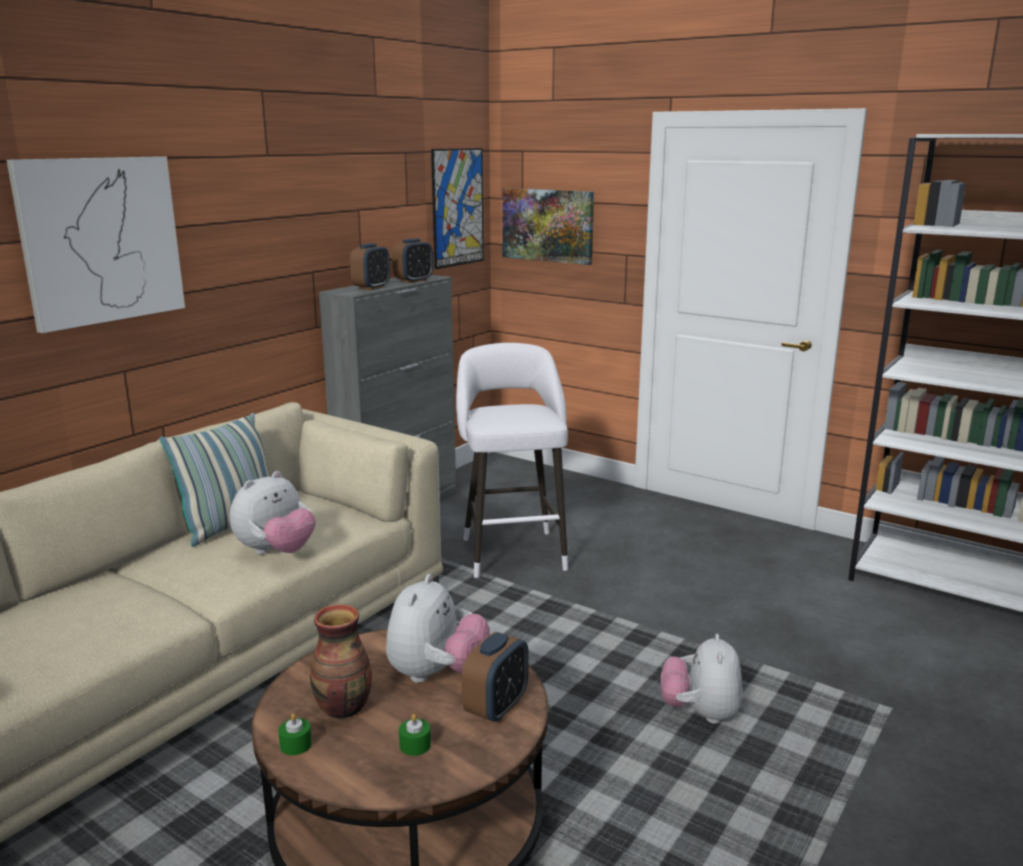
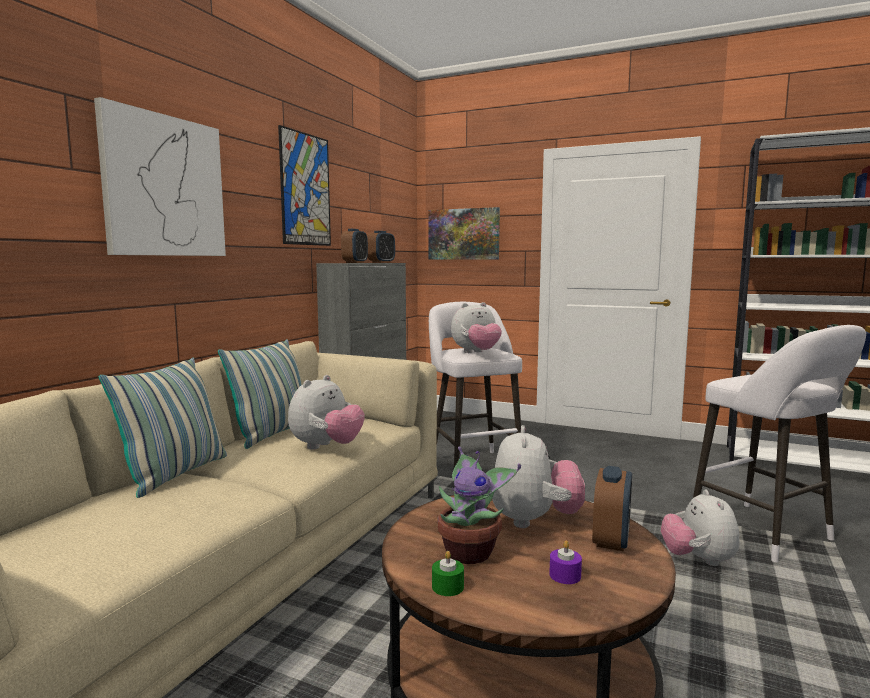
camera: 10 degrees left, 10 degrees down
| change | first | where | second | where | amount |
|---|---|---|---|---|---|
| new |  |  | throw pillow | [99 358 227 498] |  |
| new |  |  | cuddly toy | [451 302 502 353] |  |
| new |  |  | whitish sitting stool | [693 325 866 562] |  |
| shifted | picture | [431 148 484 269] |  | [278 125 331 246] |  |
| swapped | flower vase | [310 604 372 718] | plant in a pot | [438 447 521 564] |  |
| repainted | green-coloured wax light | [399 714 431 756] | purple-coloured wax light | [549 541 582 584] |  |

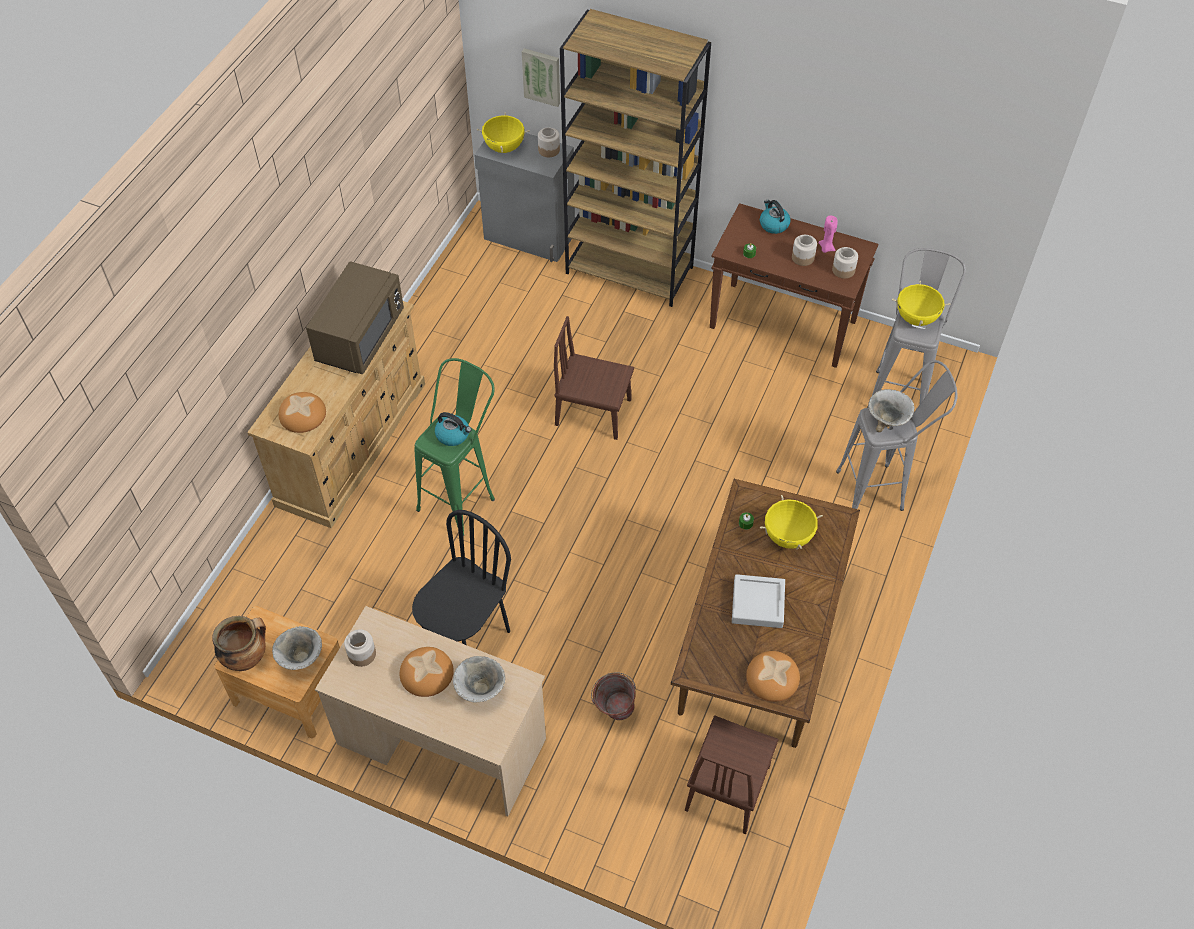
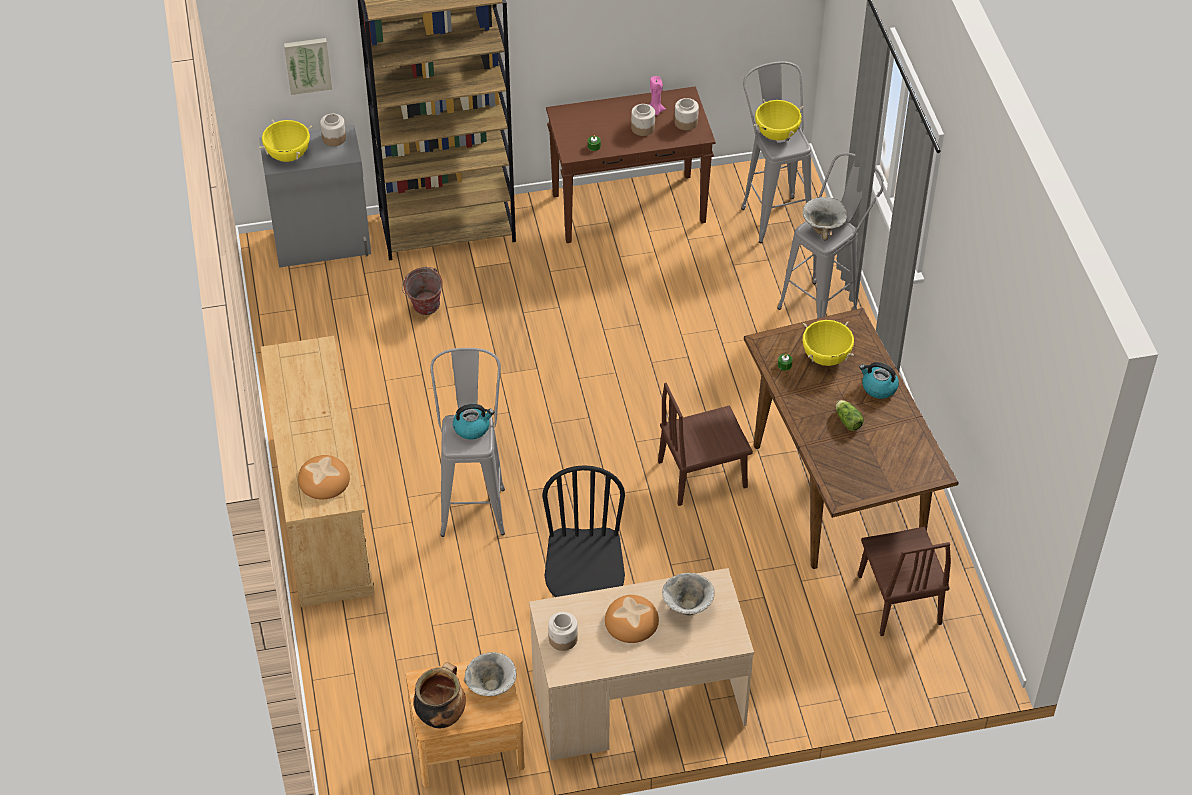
camera: 35 degrees left, 5 degrees down
| change | first | where | second | where | amount |
|---|---|---|---|---|---|
| gone | brown kitchen microwave | [306 261 404 374] |  |  |  |
| gone | bakery bread | [746 651 800 702] |  |  |  |
| shifted | brown upright chair | [554 316 634 440] |  | [658 383 753 506] |  |
| shifted | bucket | [591 673 636 720] |  | [402 267 443 315] |  |
| shifted | tea kettle | [760 200 791 234] |  | [859 362 899 399] |  |
| swapped | grey tray | [732 574 785 628] | lettuce | [836 400 864 431] |  |
| repainted | green-coloured sitting stool | [415 358 495 537] | grey sitting stool | [430 348 505 537] |  |

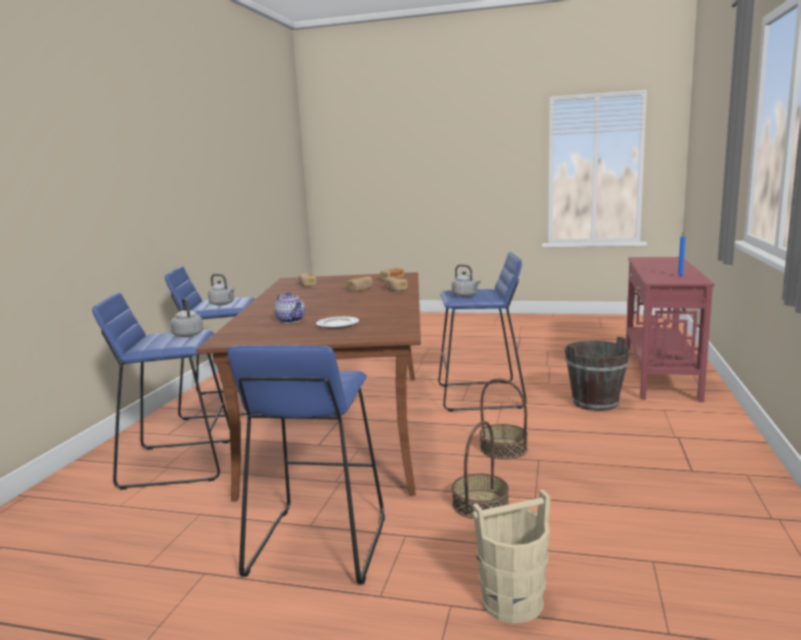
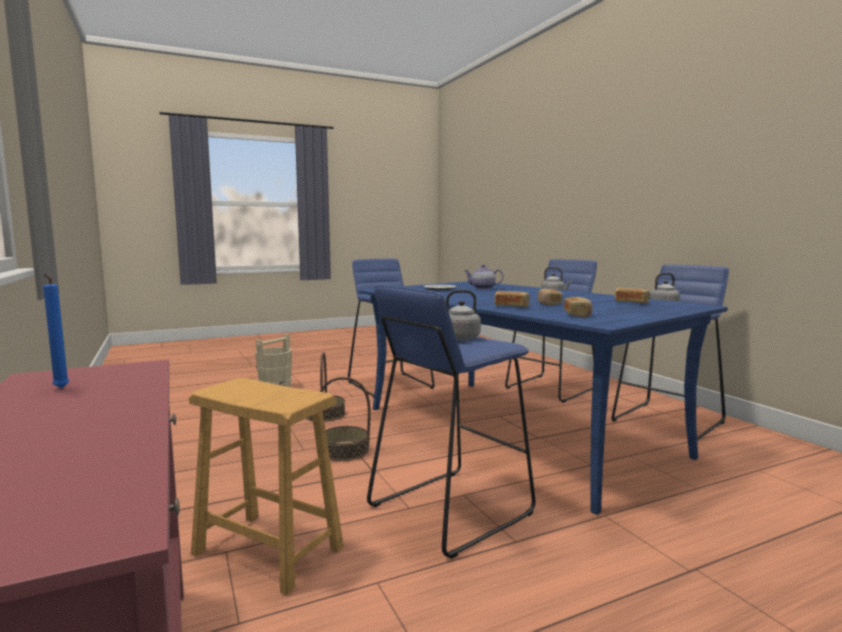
camera: 140 degrees right, 5 degrees down
| change | first | where | second | where | amount |
|---|---|---|---|---|---|
| swapped | brown bucket | [565 336 630 411] | brown sitting stool | [189 378 344 595] |  |
| repainted | brown kitchen table | [196 272 421 502] | bluish kitchen table | [359 281 728 515] |  |

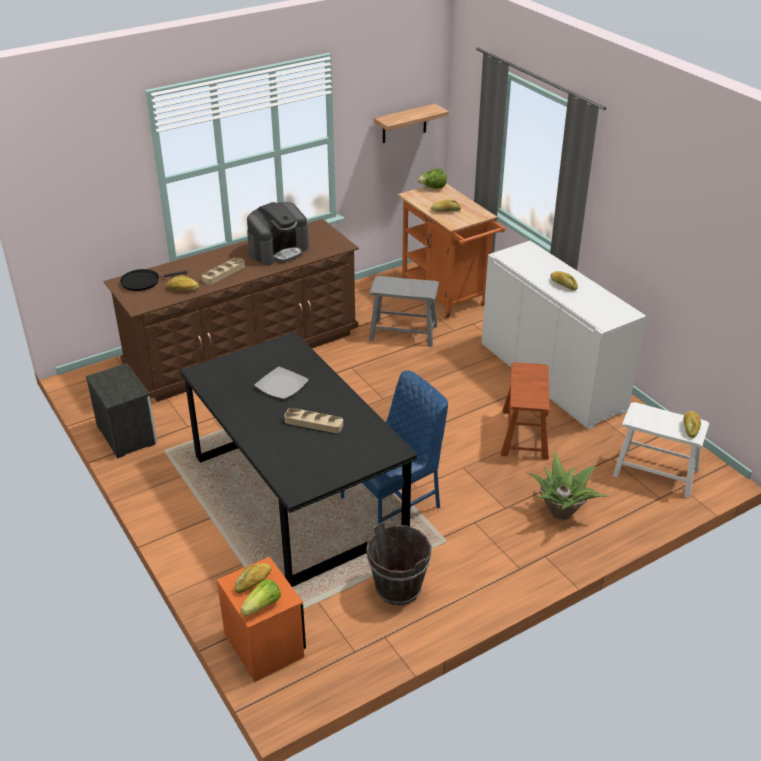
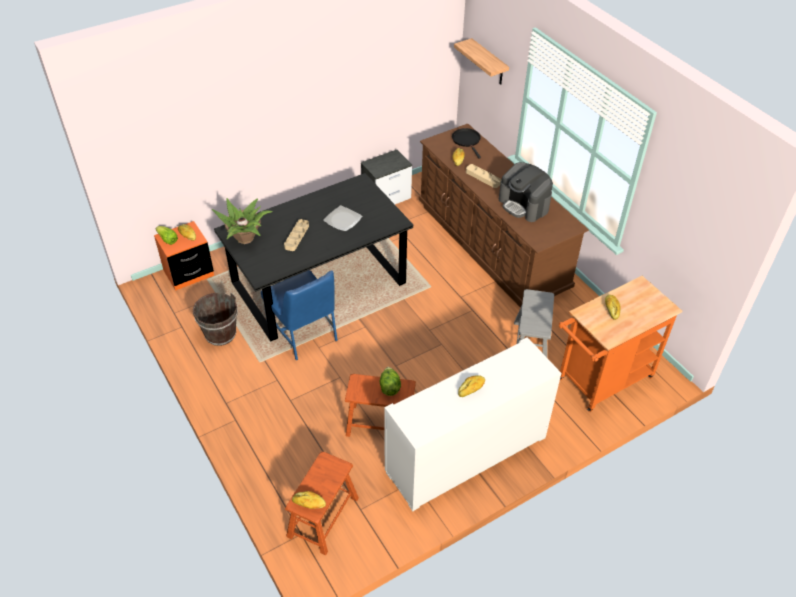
camera: 90 degrees right, 10 degrees up
| change | first | where | second | where | amount |
|---|---|---|---|---|---|
| shifted | shelf | [374 103 449 143] |  | [454 38 509 85] |  |
| shifted | lettuce | [417 169 447 189] |  | [379 367 401 396] |  |
| shifted | plant in a pot | [526 452 609 520] |  | [212 198 273 244] |  |
| repainted | whitish sitting stool | [613 402 709 498] | brown sitting stool | [285 452 359 555] |  |

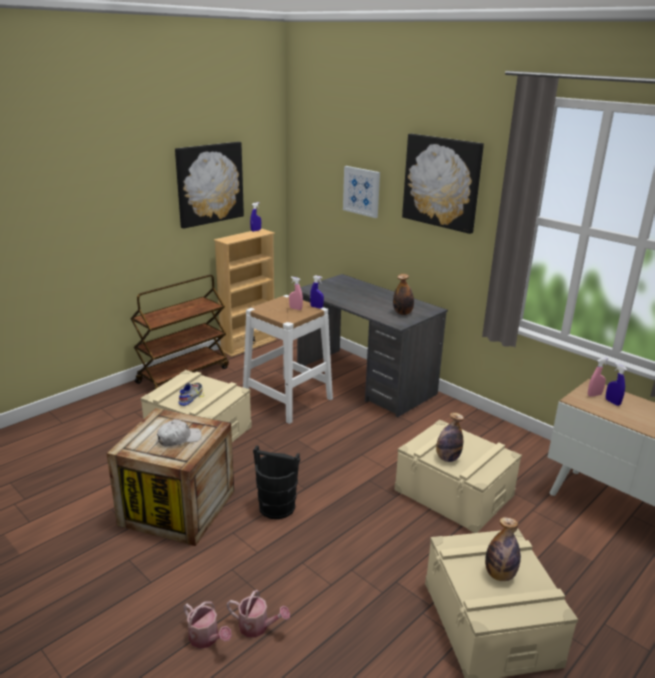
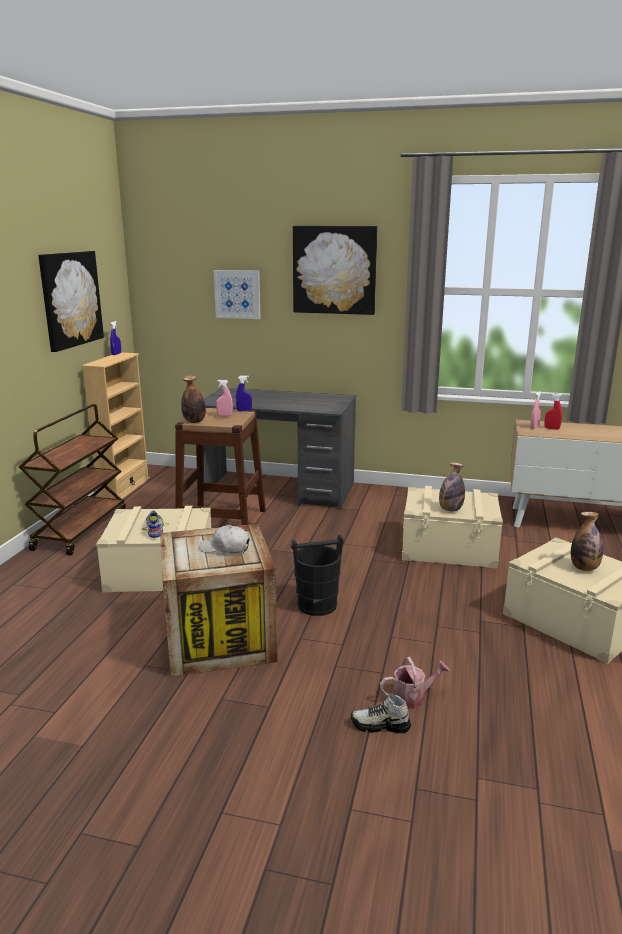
camera: 30 degrees left, 5 degrees down
| change | first | where | second | where | amount |
|---|---|---|---|---|---|
| shifted | bottle | [393 274 414 315] |  | [181 375 206 423] |  |
| swapped | sprinkling can | [183 601 232 649] | shoe | [351 693 411 733] |  |
| repainted | whitish sitting stool | [243 295 333 424] | brown sitting stool | [175 408 266 525] |  |
| repainted | bluish hand sprayer | [606 363 627 406] | red-coloured hand sprayer | [544 393 562 430] |  |
| rotated | whitish baseball cap | [157 419 202 447] |  | [200 525 250 554] | 105 degrees counterclockwise |

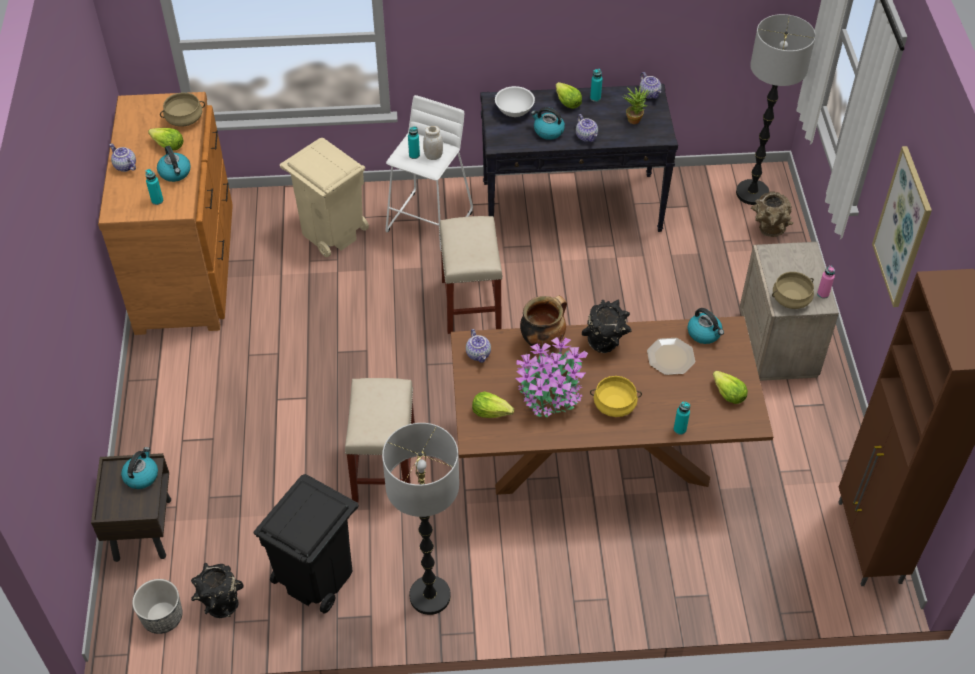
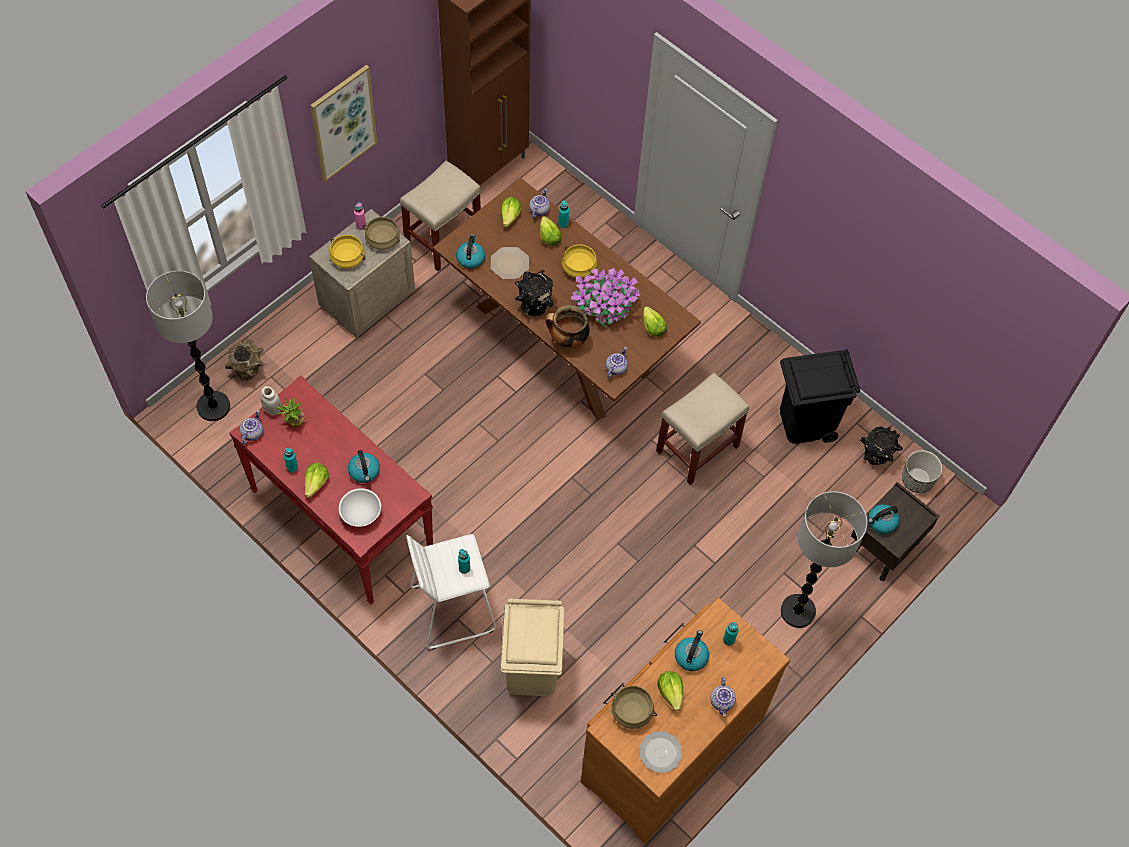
camera: 135 degrees left, 10 degrees up
| change | first | where | second | where | amount |
|---|---|---|---|---|---|
| new |  |  | yellowish stockpot | [329 235 365 268] |  |
| new |  |  | lettuce | [540 216 562 246] |  |
| new |  |  | dinner plate | [639 731 682 773] |  |
| shifted | standing lamp | [382 423 459 615] |  | [781 491 867 628] |  |
| shifted | whitish preserve jar | [423 126 443 160] |  | [261 386 281 416] |  |
| shifted | beige sitting stool | [439 216 503 334] |  | [400 160 481 271] |  |
| shifted | teapot | [576 114 598 142] |  | [529 189 550 219] |  |
| repainted | black-coloured narrow table | [480 84 678 232] | red-coloured narrow table | [230 375 433 605] |  |

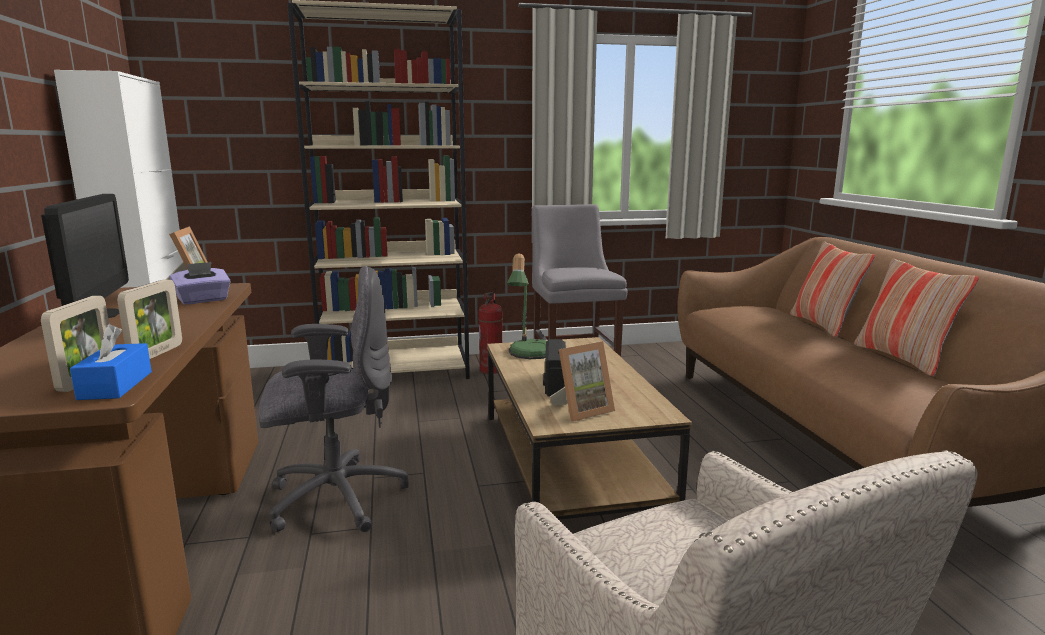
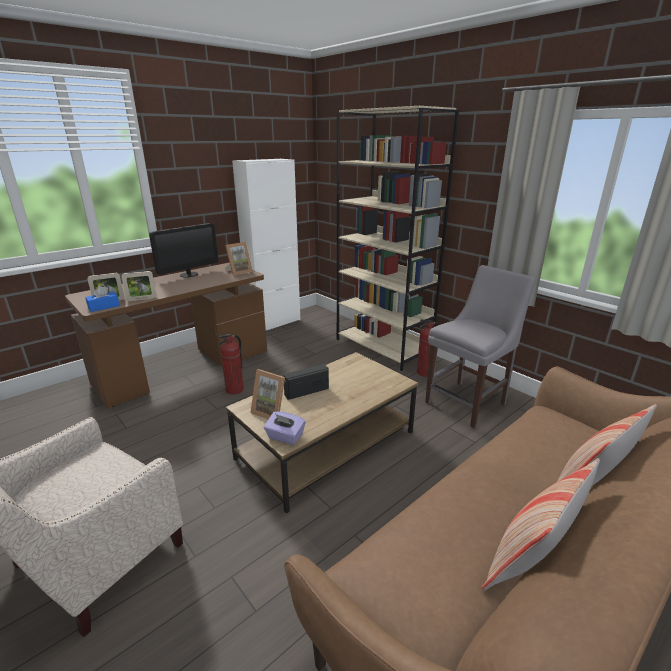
camera: 60 degrees right, 10 degrees up
| change | first | where | second | where | amount |
|---|---|---|---|---|---|
| gone | table lamp | [507 253 546 359] |  |  |  |
| shifted | purple-coloured tissue holder | [170 262 231 305] |  | [264 411 306 445] |  |
| swapped | grey computer chair | [259 266 409 532] | extinguisher | [218 334 244 395] |  |

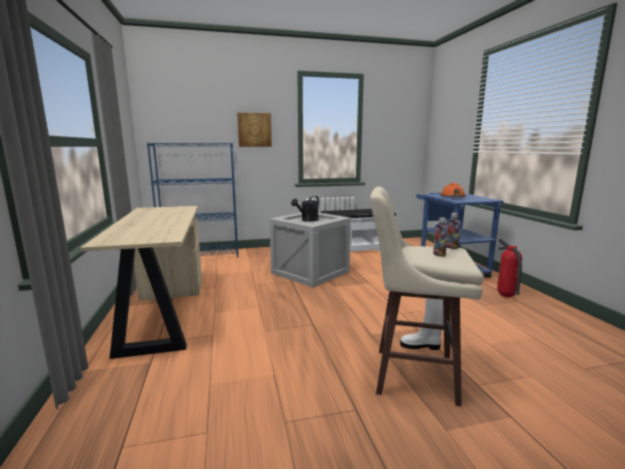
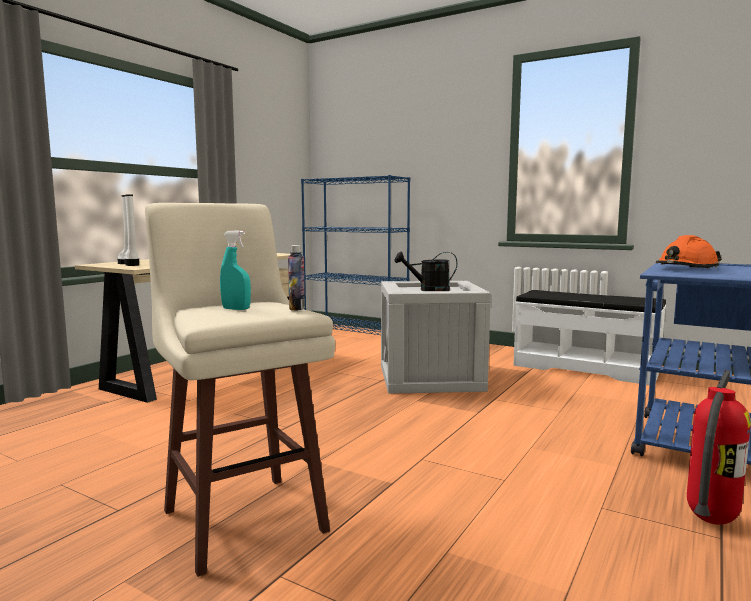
camera: 45 degrees right, 5 degrees down
| change | first | where | second | where | amount |
|---|---|---|---|---|---|
| gone | picture | [237 113 272 147] |  |  |  |
| shifted | whitish tall boot | [400 298 444 350] |  | [118 195 139 266] |  |
| swapped | bottle | [433 217 448 257] | turquoise-coloured hand sprayer | [220 230 251 310] |  |

